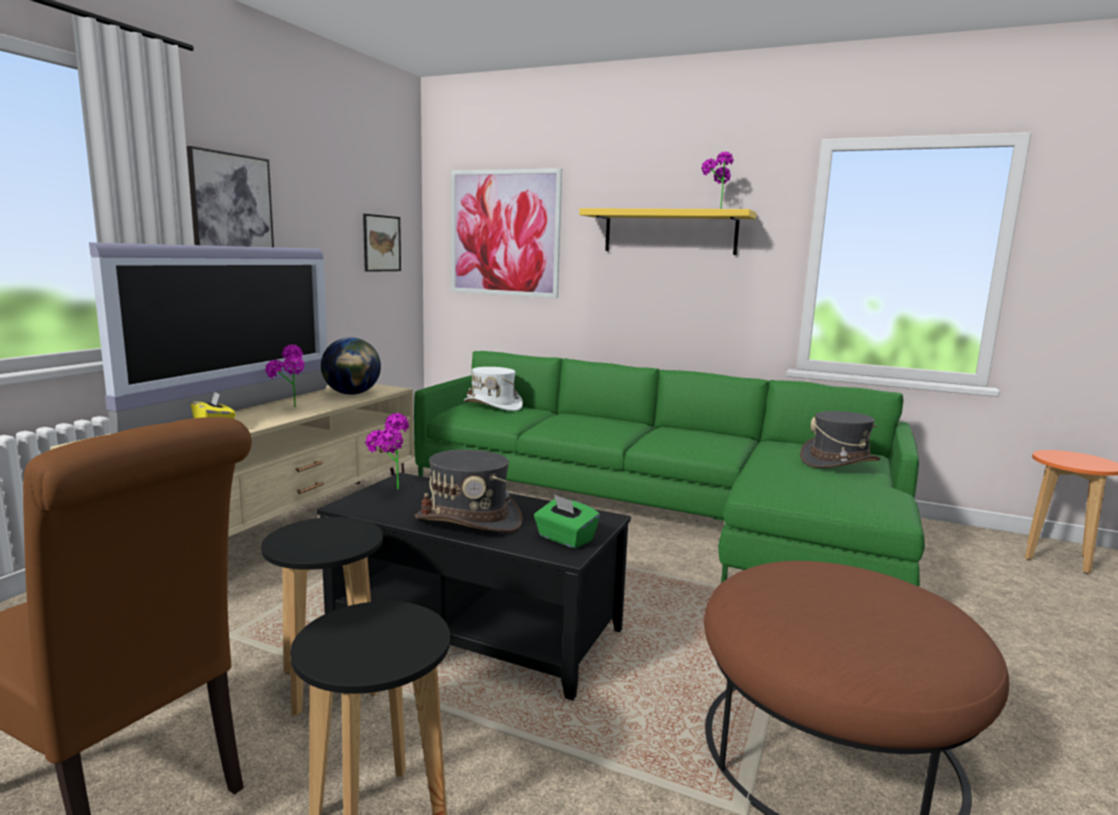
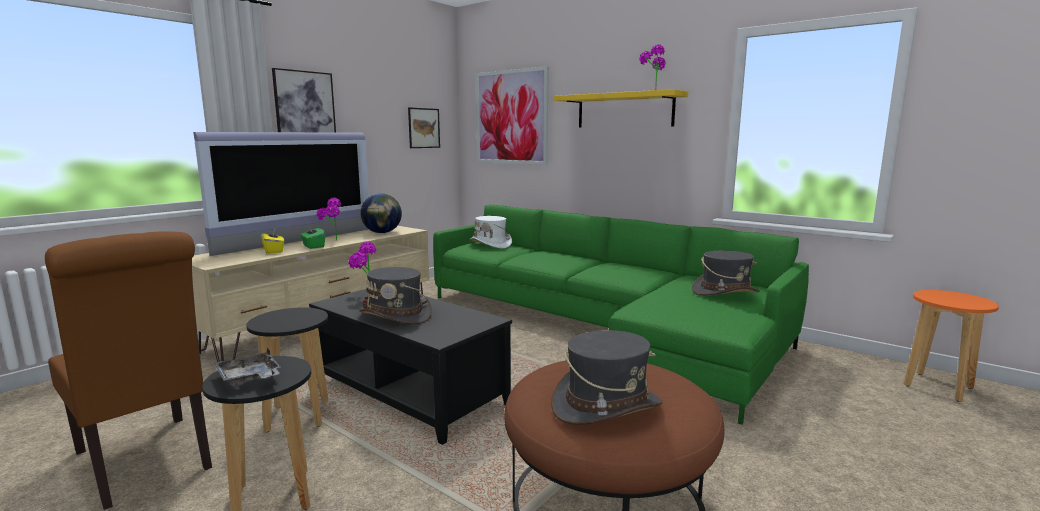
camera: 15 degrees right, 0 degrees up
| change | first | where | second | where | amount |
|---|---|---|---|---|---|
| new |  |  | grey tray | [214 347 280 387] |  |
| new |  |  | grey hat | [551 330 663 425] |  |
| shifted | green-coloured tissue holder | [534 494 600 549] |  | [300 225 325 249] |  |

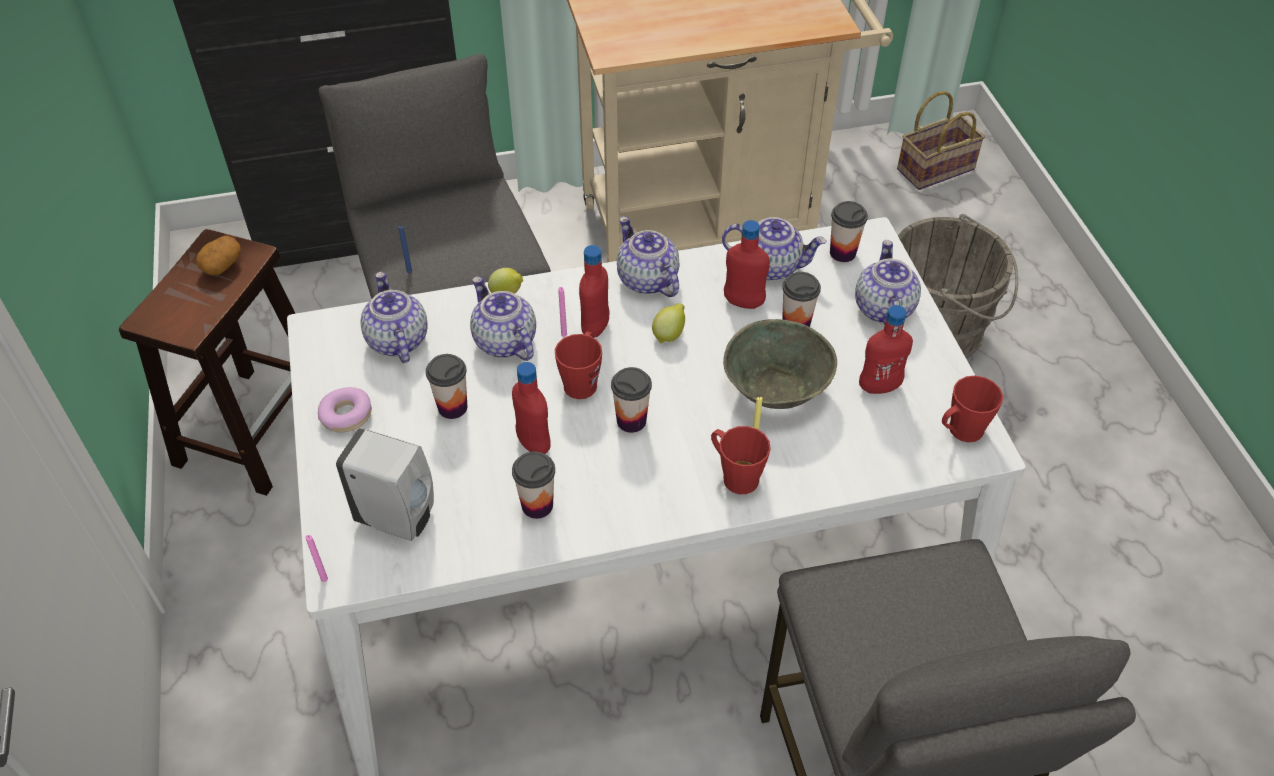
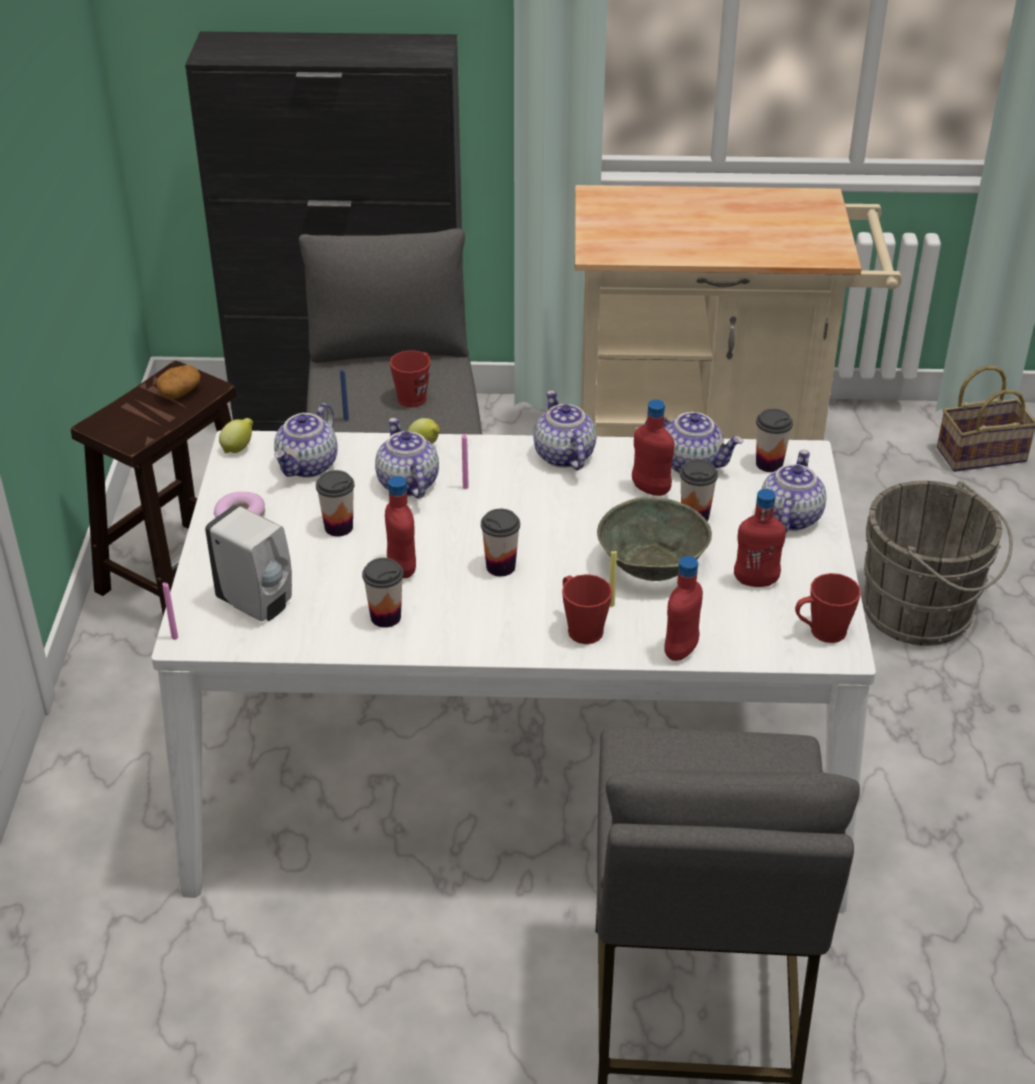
camera: 15 degrees right, 10 degrees down
| change | first | where | second | where | amount |
|---|---|---|---|---|---|
| shifted | red-coloured coffee mug | [555 331 602 399] |  | [390 350 430 408] |  |
| shifted | red-coloured bottle | [579 245 610 338] |  | [665 556 703 661] |  |
| shifted | citrus fruit | [652 303 685 344] |  | [219 418 253 453] |  |
| rotated | teapot | [361 272 428 363] |  | [274 403 338 478] | 150 degrees counterclockwise |

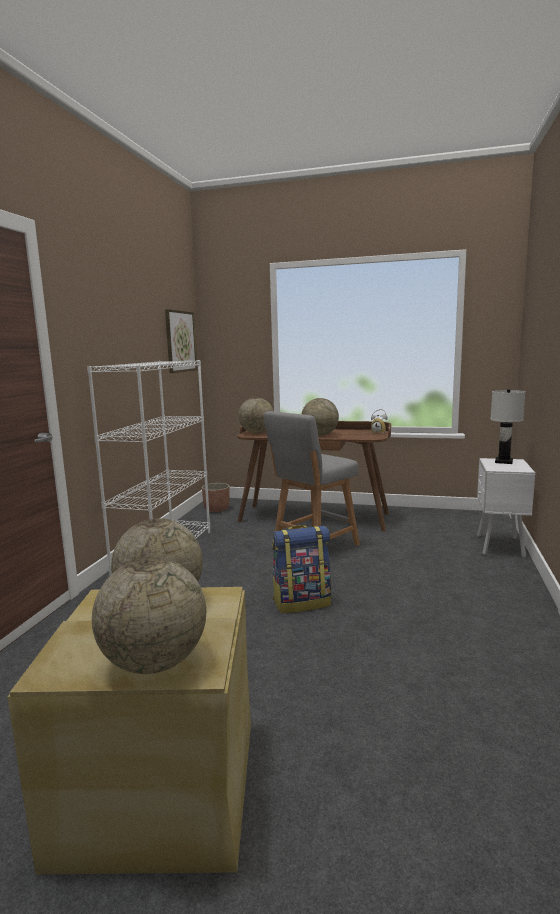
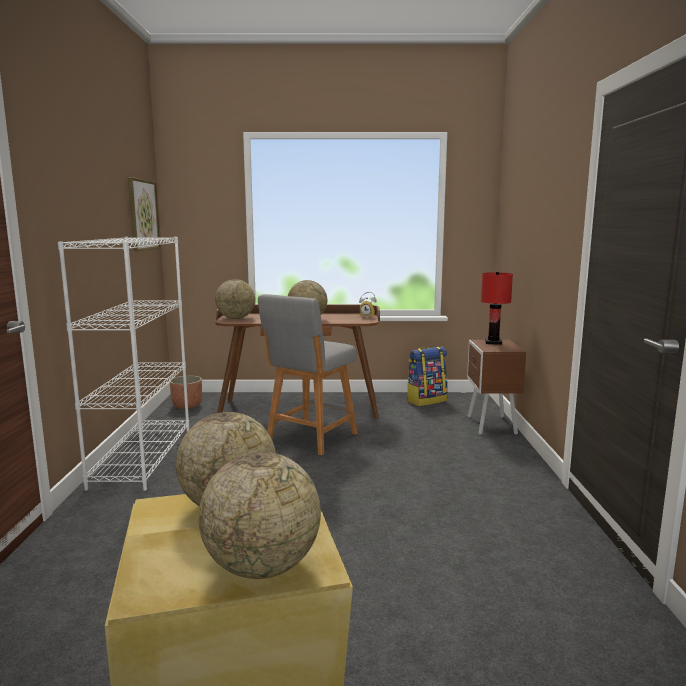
camera: 15 degrees left, 0 degrees up
| change | first | where | second | where | amount |
|---|---|---|---|---|---|
| shifted | knapsack | [272 525 332 613] |  | [407 346 448 406] |  |
| repainted | whitish nightstand | [477 458 535 558] | brown nightstand | [467 340 526 435] |  |
| repainted | whitish table lamp | [490 389 525 464] | red-coloured table lamp | [481 272 513 345] |  |

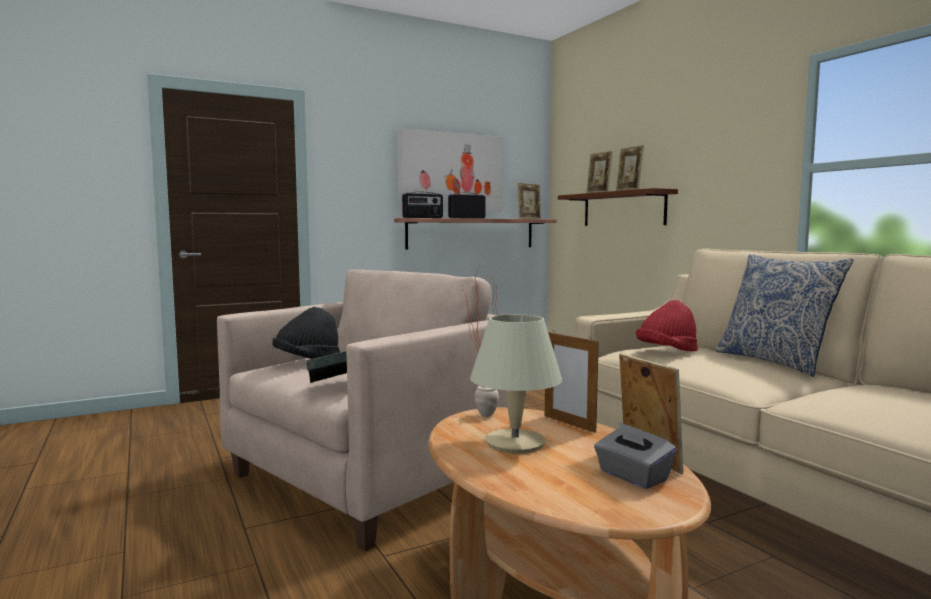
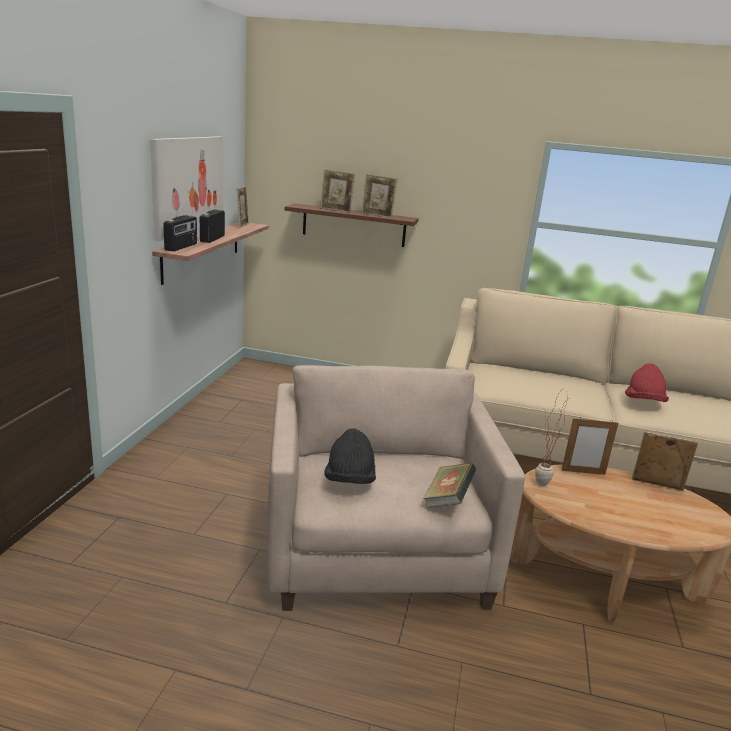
camera: 50 degrees left, 15 degrees up
| change | first | where | second | where | amount |
|---|---|---|---|---|---|
| gone | beige table lamp | [470 314 563 454] |  |  |  |
| gone | grey tissue holder | [594 421 677 489] |  |  |  |
| gone | throw pillow | [715 254 853 377] |  |  |  |
| shifted | red-coloured hat | [636 300 698 352] |  | [625 363 669 402] |  |

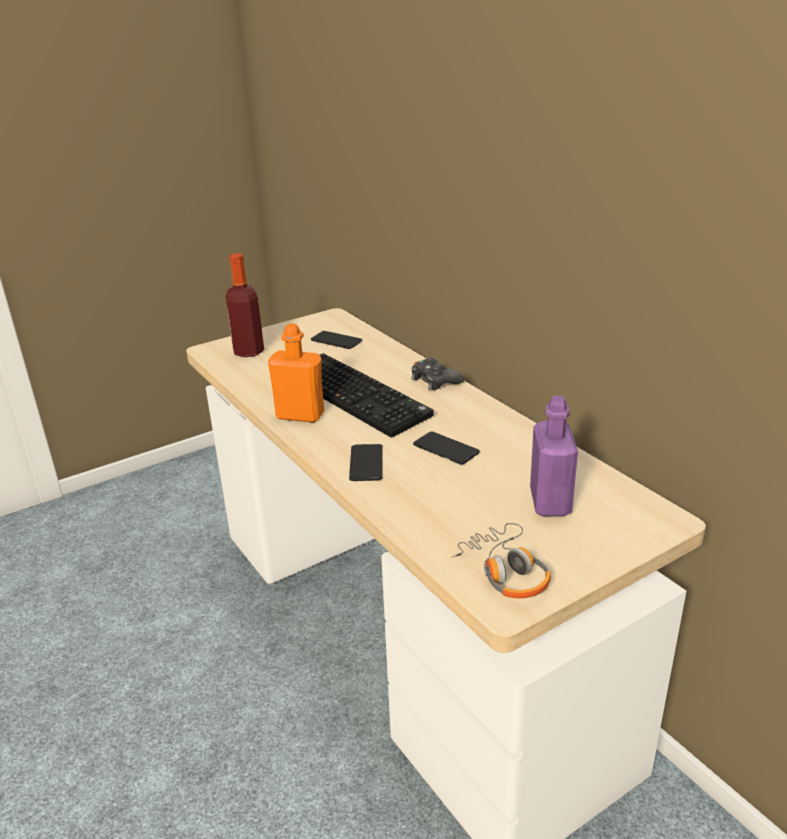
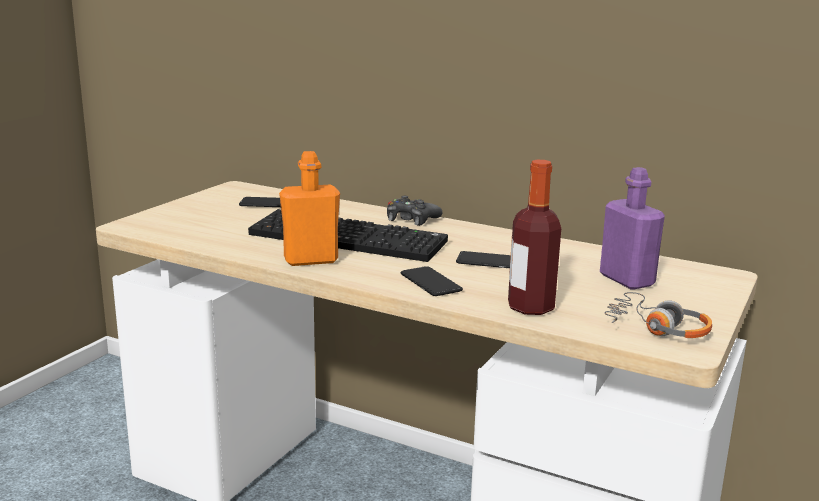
camera: 30 degrees left, 10 degrees down
| change | first | where | second | where | amount |
|---|---|---|---|---|---|
| shifted | bottle | [226 253 264 357] |  | [508 160 561 315] |  |

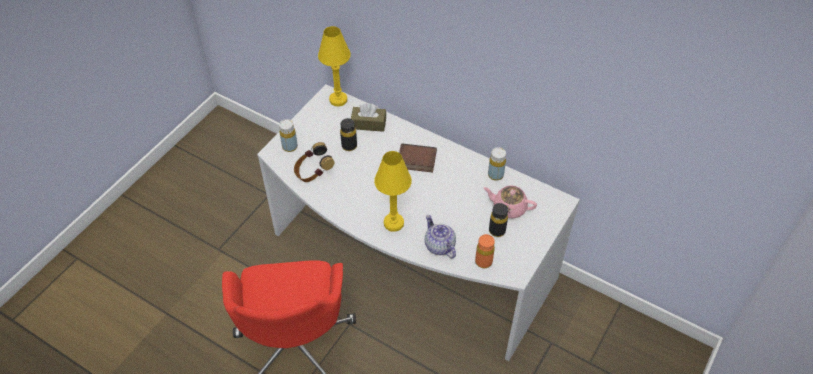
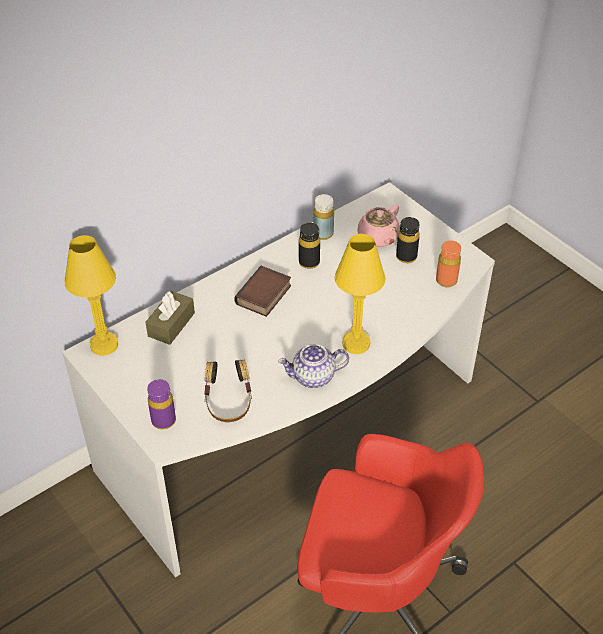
camera: 70 degrees left, 5 degrees down
| change | first | where | second | where | amount |
|---|---|---|---|---|---|
| shifted | black-coloured bottle | [340 118 357 151] |  | [299 223 320 269] |  |
| shifted | teapot | [425 215 456 259] |  | [278 344 349 388] |  |
| repainted | yellowish bottle | [279 119 298 152] | purple-coloured bottle | [147 379 176 430] |  |

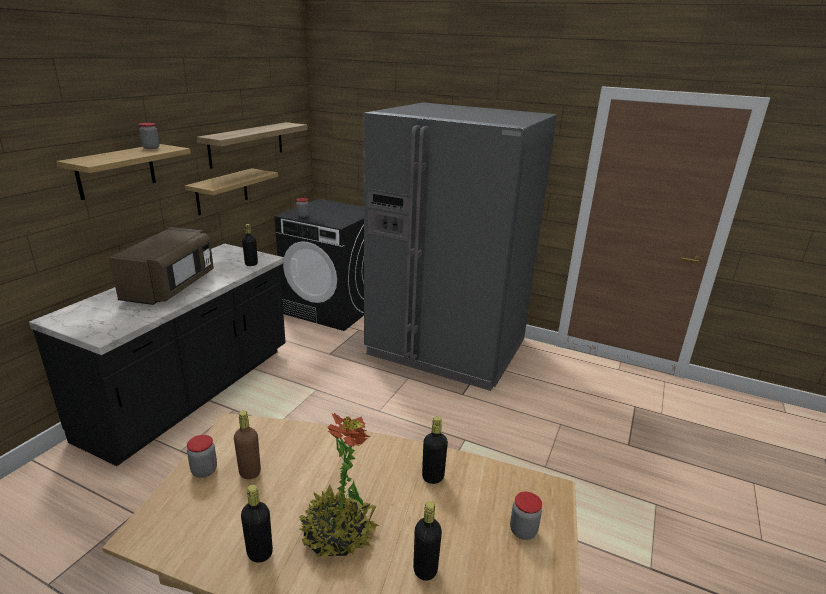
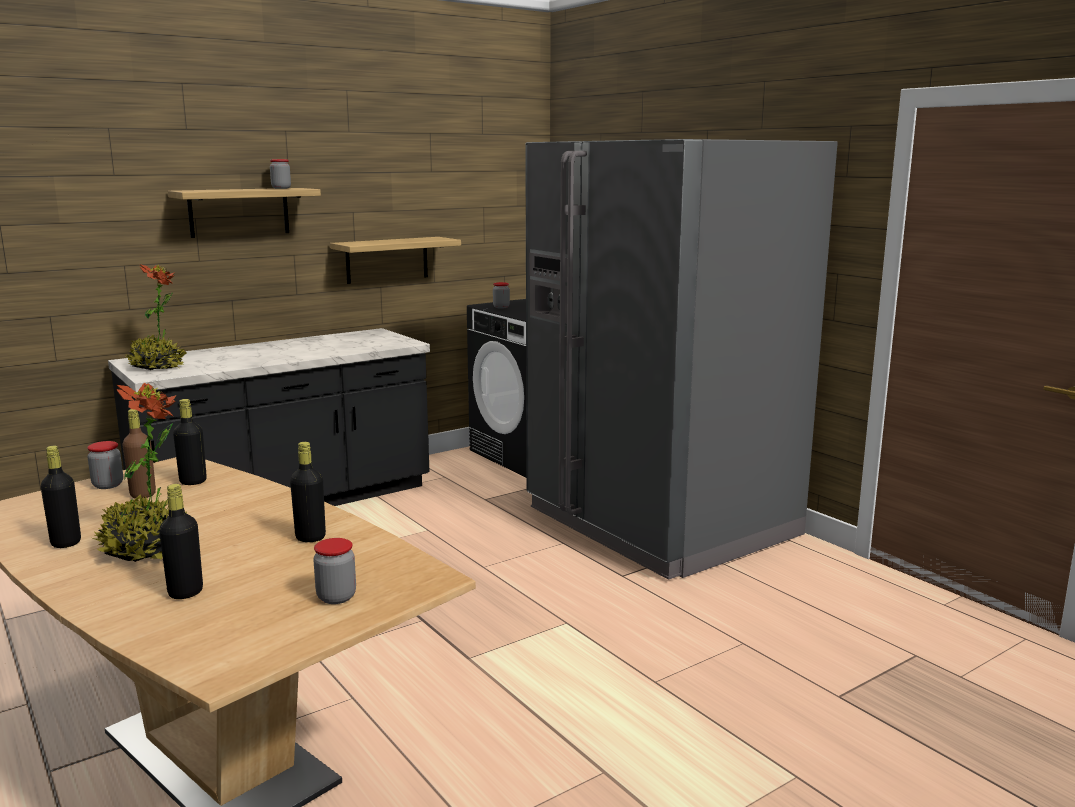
camera: 30 degrees right, 10 degrees down
| change | first | where | second | where | amount |
|---|---|---|---|---|---|
| gone | brown kitchen microwave | [109 227 214 305] |  |  |  |
| gone | shelf | [197 122 308 169] |  |  |  |
| new |  |  | plant in a pot | [126 264 186 370] |  |
| shifted | black-coloured bottle | [242 224 258 266] |  | [173 399 207 485] |  |

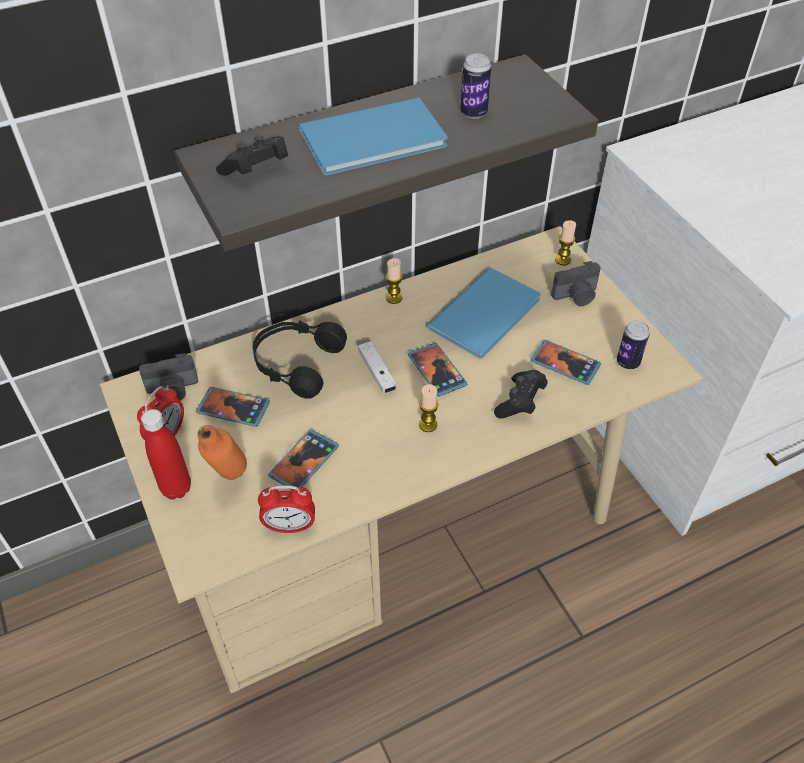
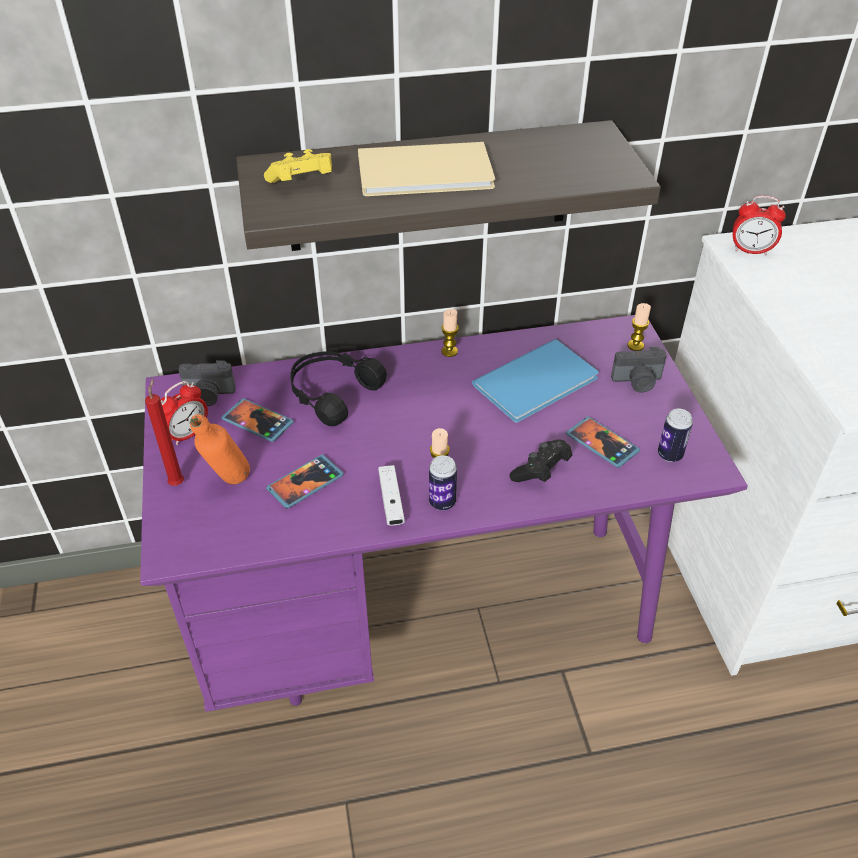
camera: 15 degrees right, 5 degrees down
| change | first | where | second | where | amount |
|---|---|---|---|---|---|
| gone | telephone | [408 343 467 397] |  |  |  |
| shifted | table clock | [258 486 315 533] |  | [733 195 786 256] |  |
| shifted | whitish game controller | [358 341 397 394] |  | [378 465 405 526] |  |
| shifted | metal can | [460 54 491 119] |  | [429 455 457 510] |  |
| swapped | red-coloured bottle | [141 409 191 499] | red-coloured wax light | [145 378 184 486] |  |
| repainted | beige desk table | [100 226 703 693] | purple-coloured desk table | [140 315 748 712] |  |
| repainted | black-coloured game controller | [216 136 288 176] | yellowish game controller | [264 149 332 183] |  |
| repainted | bluish volume | [299 98 448 175] | beige volume | [358 142 495 196] |  |

